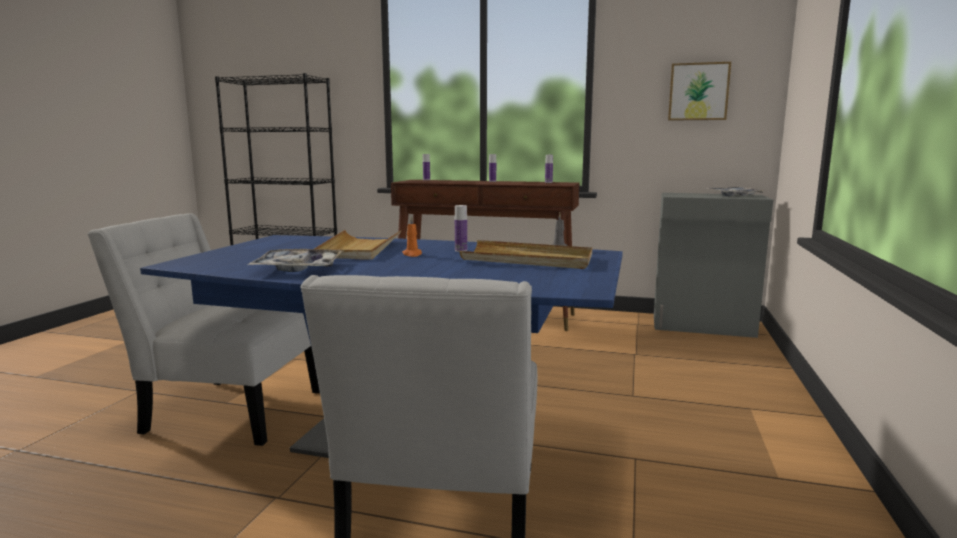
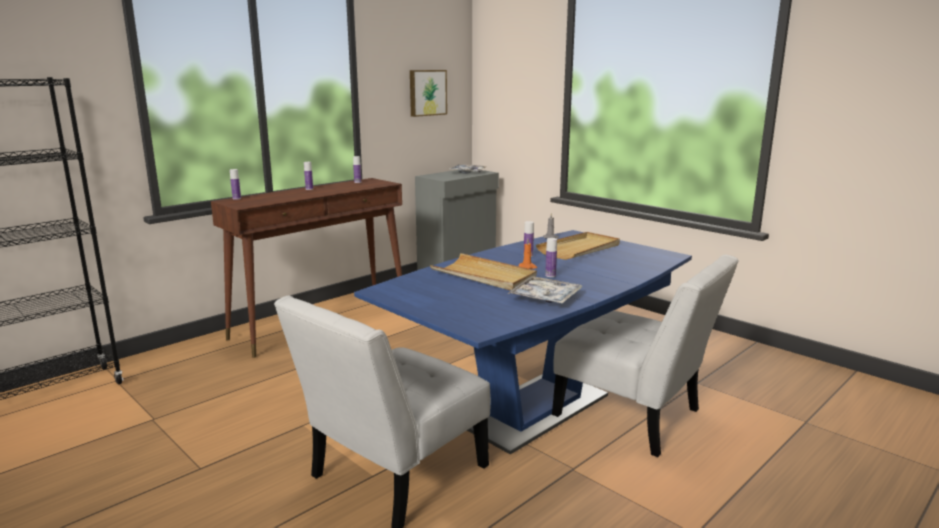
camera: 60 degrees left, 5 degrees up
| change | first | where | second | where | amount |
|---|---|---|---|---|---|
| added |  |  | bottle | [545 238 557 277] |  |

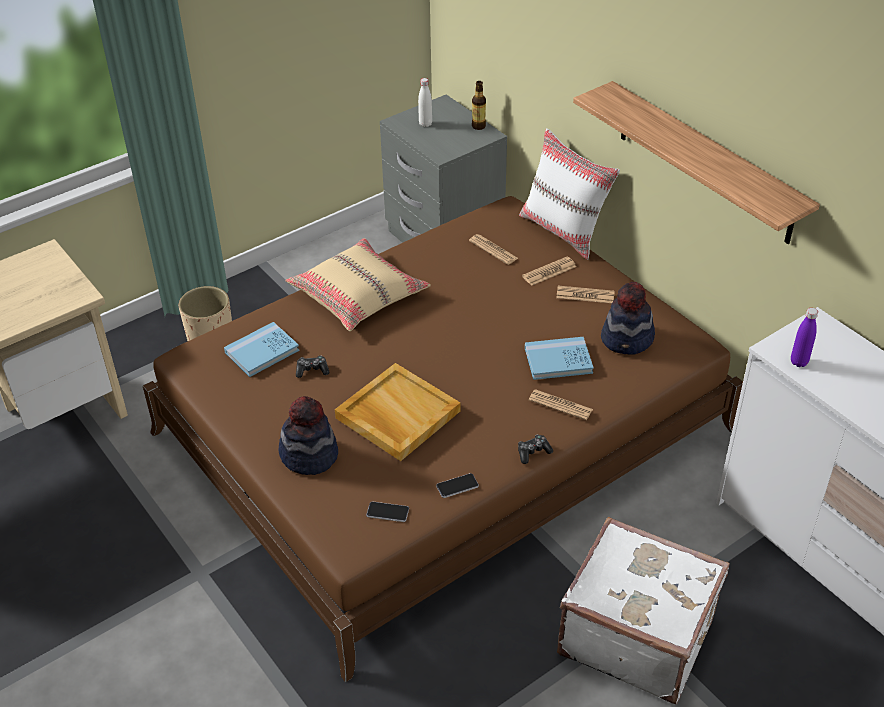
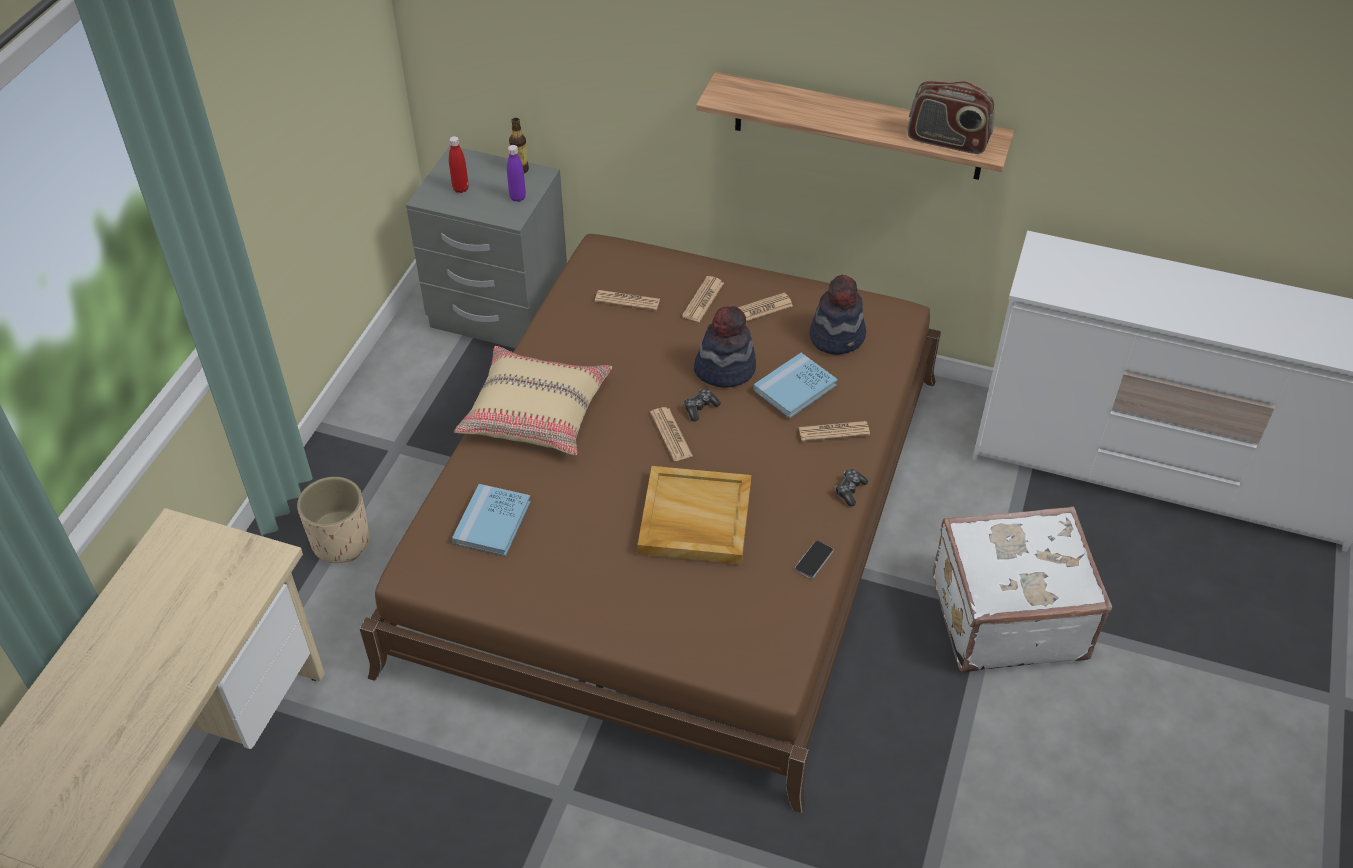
camera: 35 degrees left, 5 degrees up
| change | first | where | second | where | amount |
|---|---|---|---|---|---|
| recoloured | white bottle | [418 78 432 127] | red bottle | [449 136 469 193] |  |
| removed | white pillow | [519 128 620 260] |  |  |  |
| moved | purple bottle | [791 308 818 367] |  | [507 145 526 202] |  |
| moved | game controller | [296 355 330 378] |  | [684 389 721 421] |  |
| moved | hat | [279 396 338 475] |  | [694 306 756 388] |  |
| removed | phone | [366 501 409 522] |  |  |  |
| added |  |  | radio | [907 81 995 154] |  |
| added |  |  | newspaper | [650 407 693 461] |  |

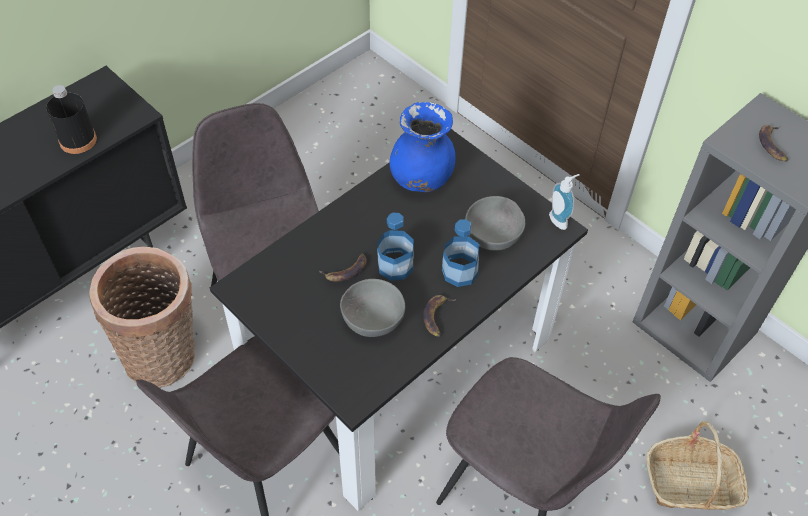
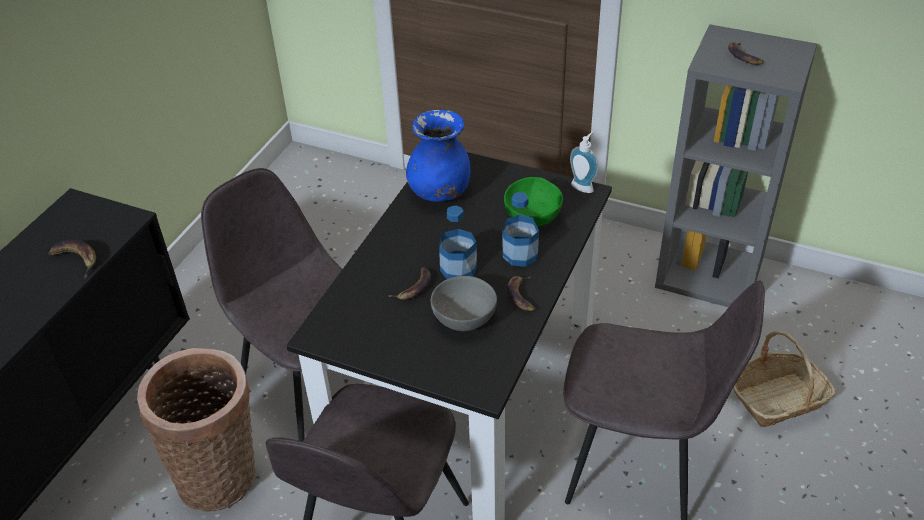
camera: 20 degrees left, 10 degrees down
| change | first | where | second | where | amount |
|---|---|---|---|---|---|
| replaced | black bottle | [46 85 97 154] | banana | [48 240 96 279] |  |
| recoloured | grey bowl | [465 196 525 250] | green bowl | [504 177 563 227] |  |

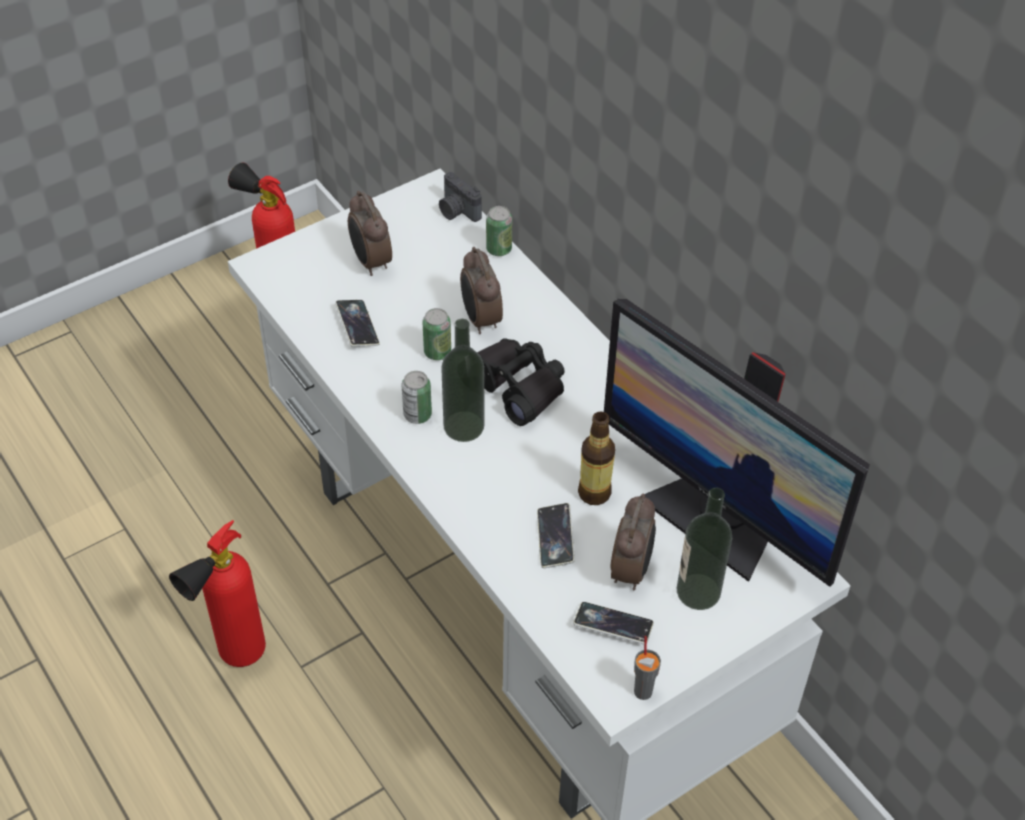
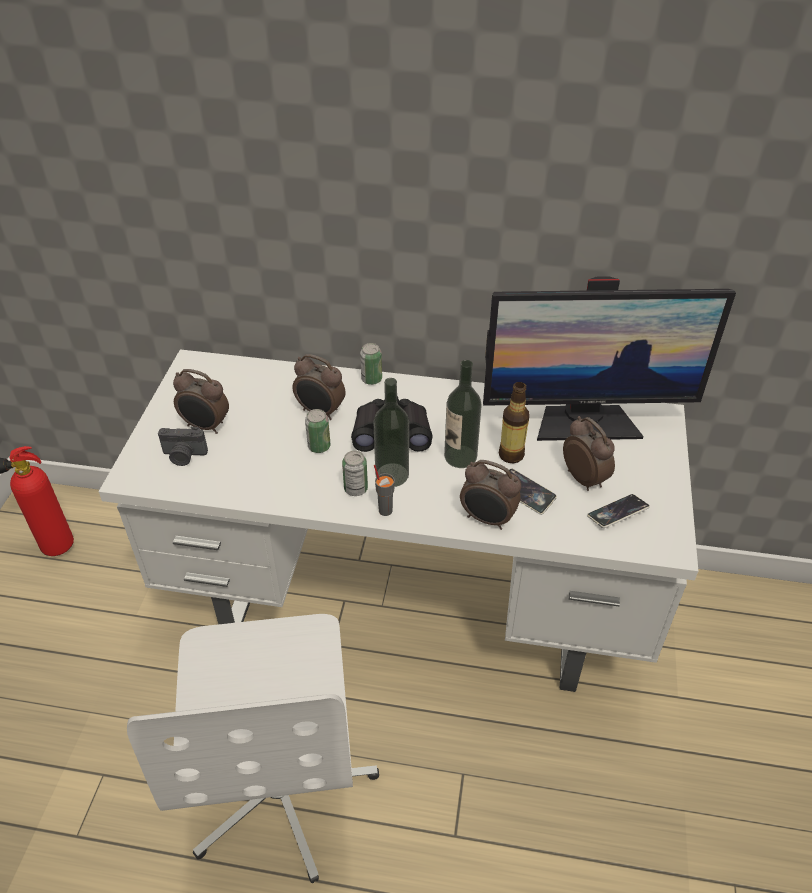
camera: 45 degrees left, 5 degrees down
| change | first | where | second | where | amount |
|---|---|---|---|---|---|
| moved | photo camera | [439 172 482 222] |  | [158 426 208 466] |  |
| moved | can | [486 206 512 256] |  | [360 343 382 385] |  |
| removed | phone | [335 300 380 347] |  |  |  |
| moved | bottle | [677 487 732 610] |  | [444 360 482 468] |  |
| replaced | fire extinguisher | [169 520 266 667] | white office chair | [127 614 379 883] |  |
| moved | grey cup | [634 636 661 700] |  | [374 465 395 516] |  |
| added |  |  | alarm clock | [460 460 521 530] |  |

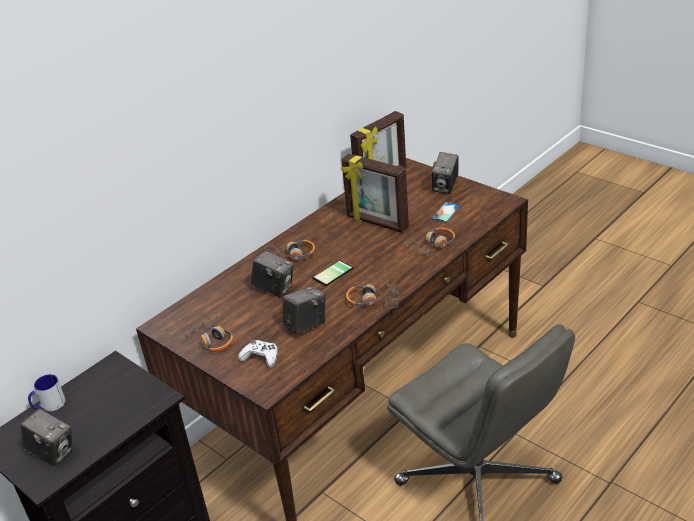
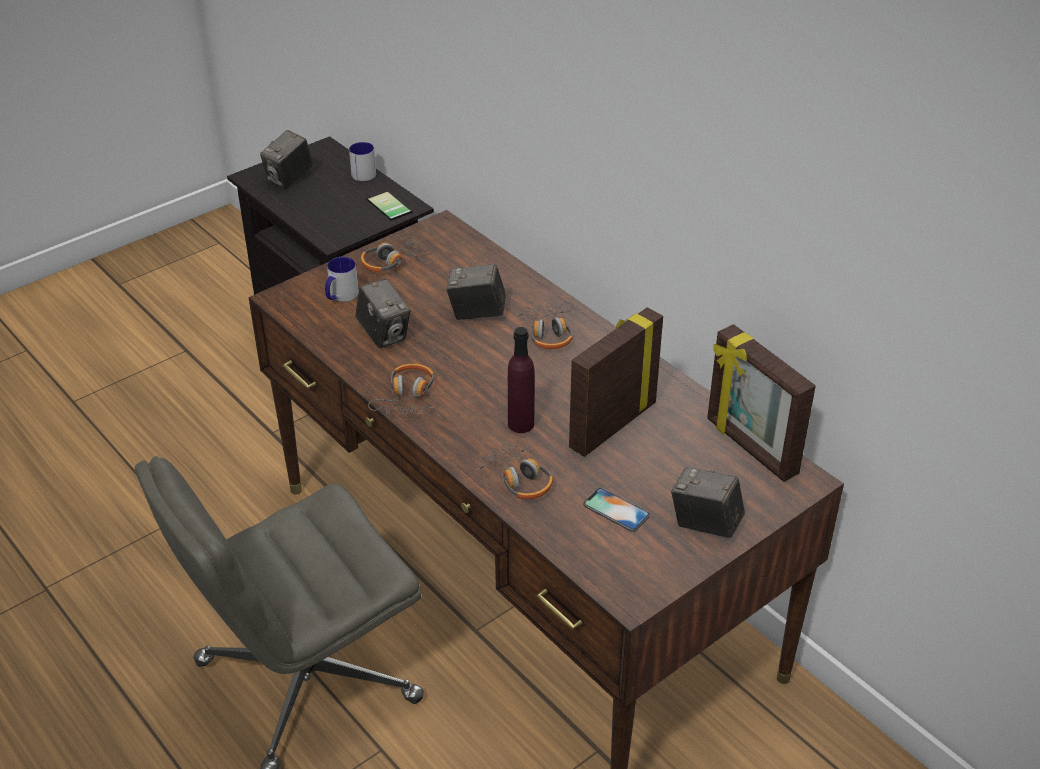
camera: 95 degrees right, 5 degrees up
| change | first | where | second | where | amount |
|---|---|---|---|---|---|
| turned | photo camera | [251 250 294 297] |  | [446 264 506 320] | 60 degrees clockwise |
| moved | phone | [312 260 353 286] |  | [366 191 412 221] |  |
| replaced | white game controller | [238 340 278 368] | mug | [325 257 359 302] |  |
| added |  |  | purple bottle | [508 327 535 433] |  |

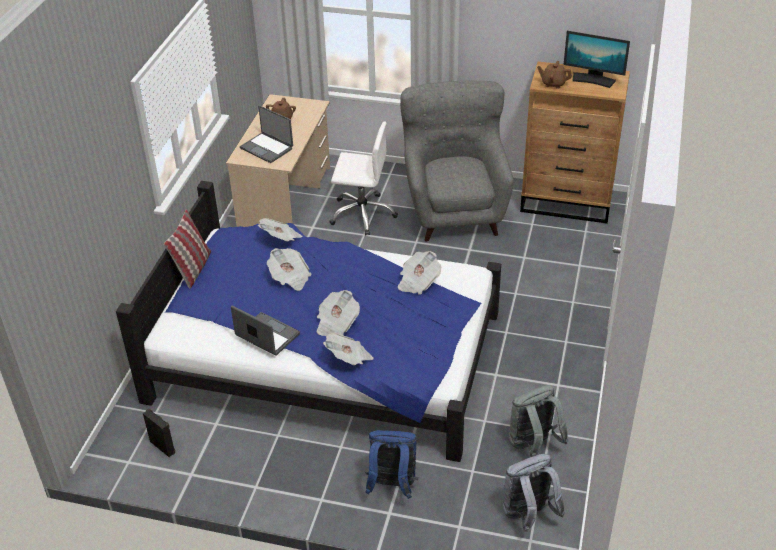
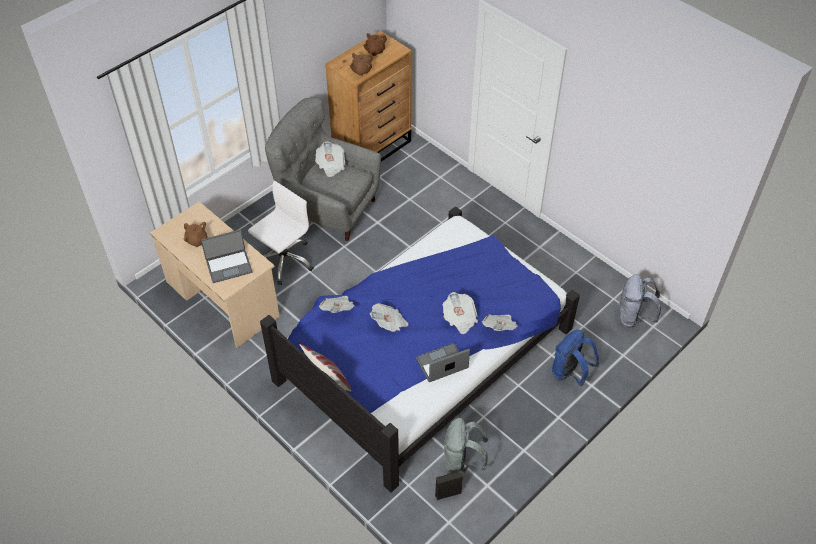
camera: 60 degrees left, 10 degrees up
| change | first | where | second | where | amount |
|---|---|---|---|---|---|
| replaced | monitor | [563 31 630 88] | brown teapot | [363 33 387 56] |  |
| moved | newspaper | [398 251 441 294] |  | [315 141 345 177] |  |
| moved | grey backpack | [509 385 569 457] |  | [444 418 488 473] |  |

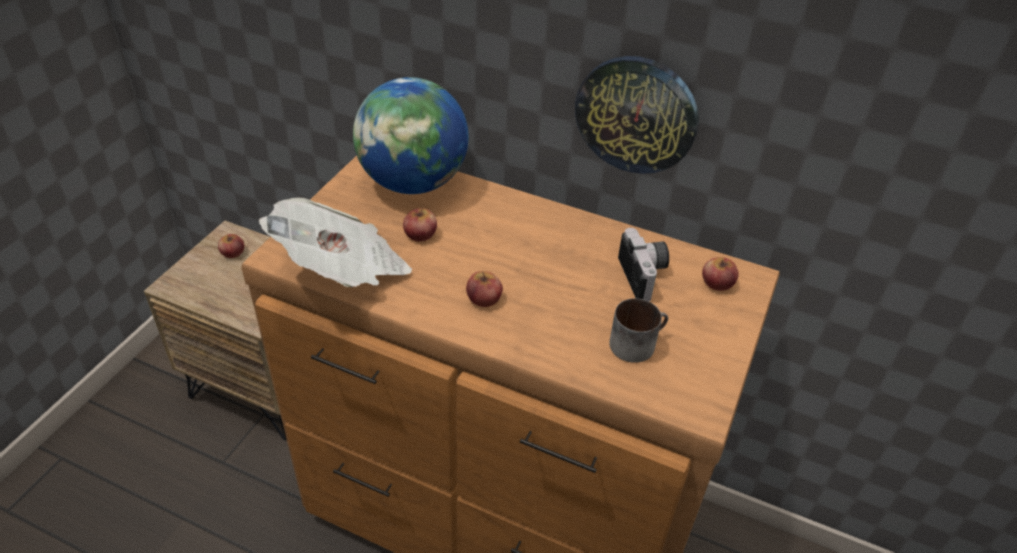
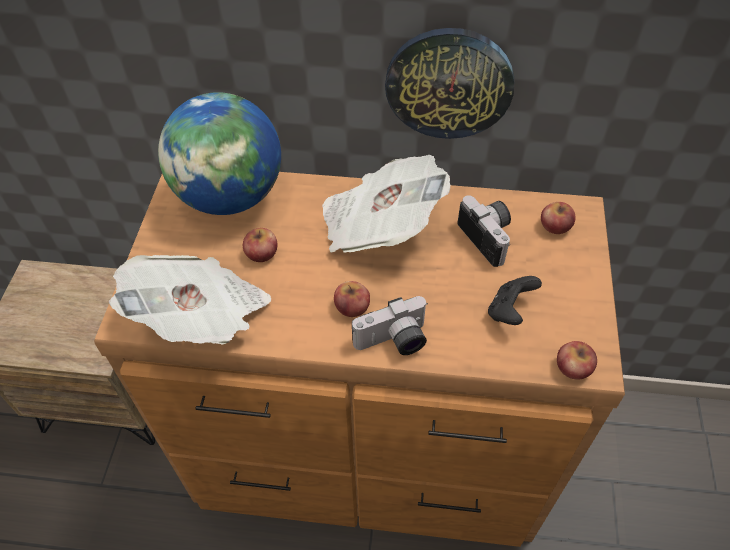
camera: 15 degrees left, 10 degrees up
| change | first | where | second | where | amount |
|---|---|---|---|---|---|
| moved | apple | [218 234 244 258] |  | [557 341 597 380] |  |
| replaced | mug | [609 298 668 363] | black game controller | [488 276 542 325] |  |
| added |  |  | newspaper | [322 155 451 253] |  |
| added |  |  | photo camera | [352 296 428 355] |  |

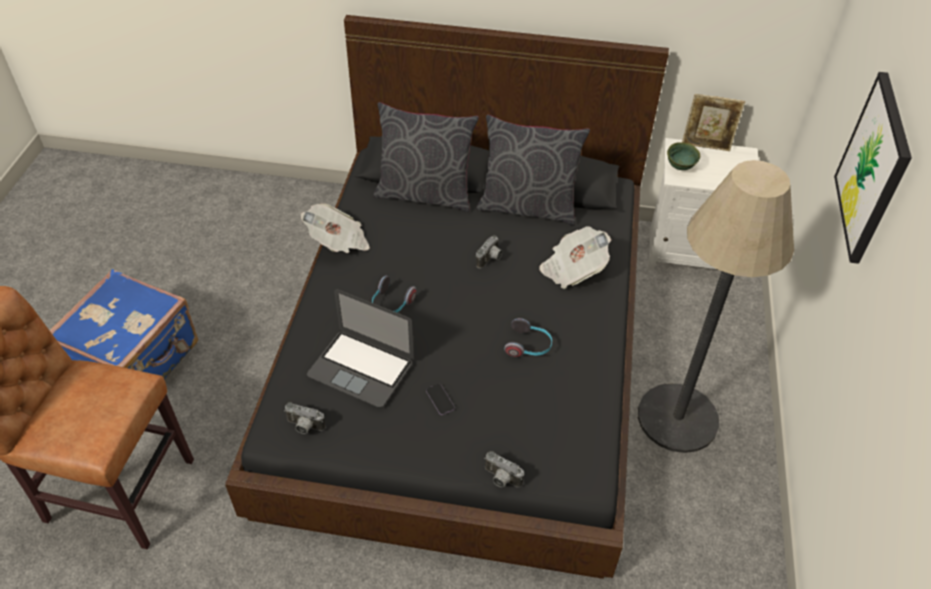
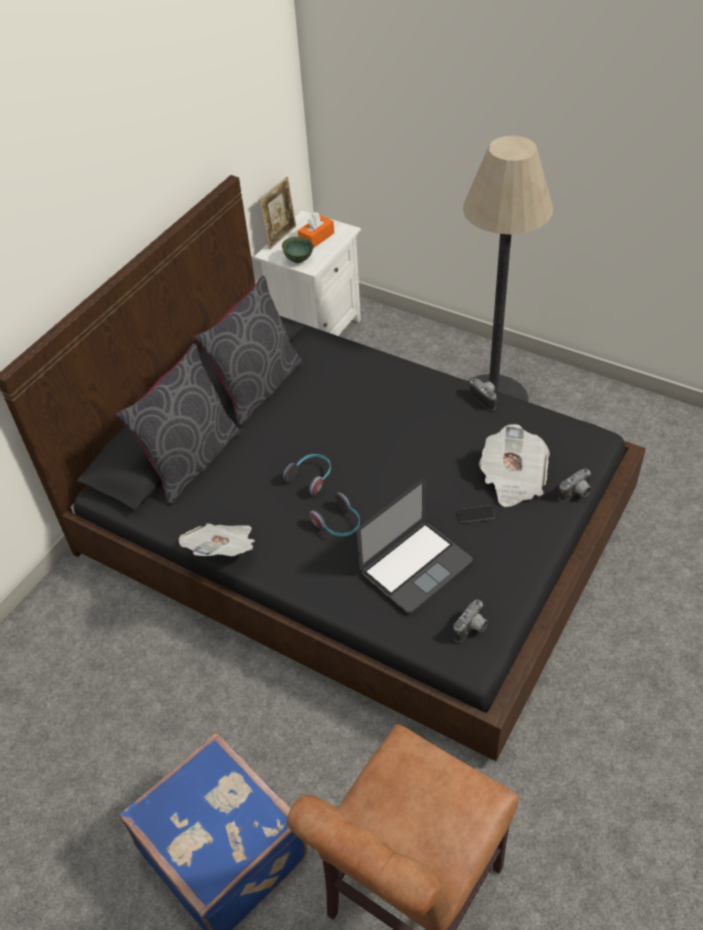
camera: 65 degrees left, 0 degrees up
| change | first | where | second | where | amount |
|---|---|---|---|---|---|
| removed | picture | [834 72 912 264] |  |  |  |
| moved | newspaper | [539 226 611 289] |  | [479 424 550 507] |  |
| moved | photo camera | [476 235 502 268] |  | [469 378 497 410] |  |
| moved | headphones | [504 318 552 357] |  | [283 454 331 495] |  |
| added |  |  | orange tissue box | [298 212 334 248] |  |

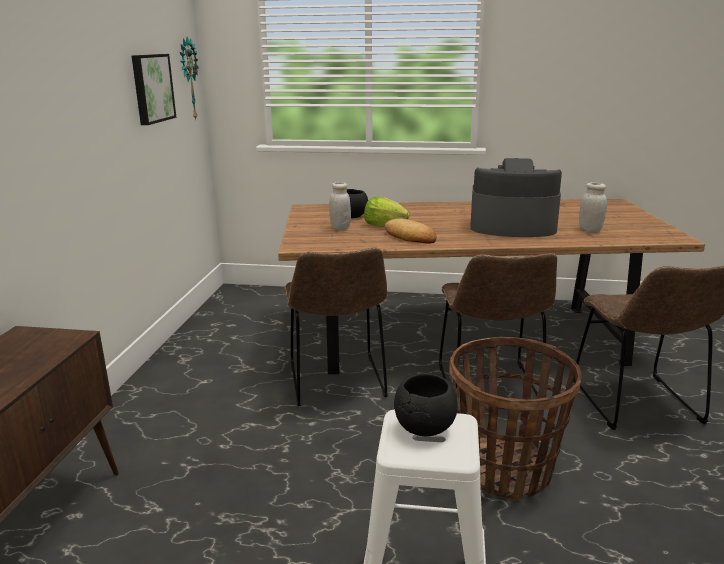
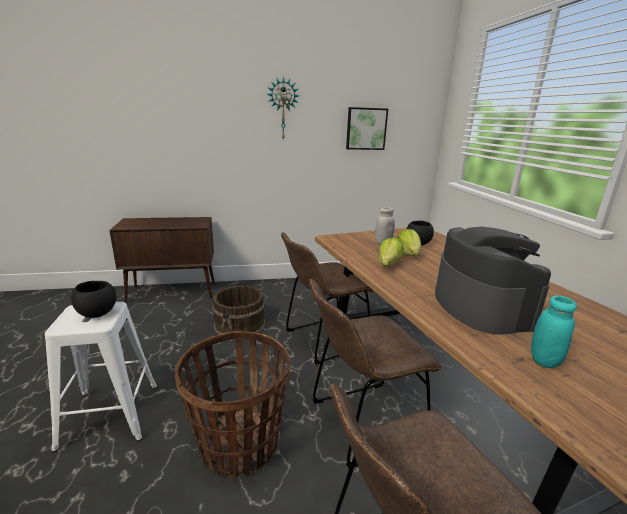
camera: 70 degrees right, 0 degrees up
| change | first | where | second | where | amount |
|---|---|---|---|---|---|
| moved | wall clock | [180 37 199 121] |  | [267 77 299 141] |  |
| recoloured | white jar | [579 182 607 232] | turquoise jar | [531 296 577 368] |  |
| replaced | bread | [385 218 436 244] | lettuce | [378 237 404 267] |  |
| added |  |  | brown bucket | [212 285 265 335] |  |

